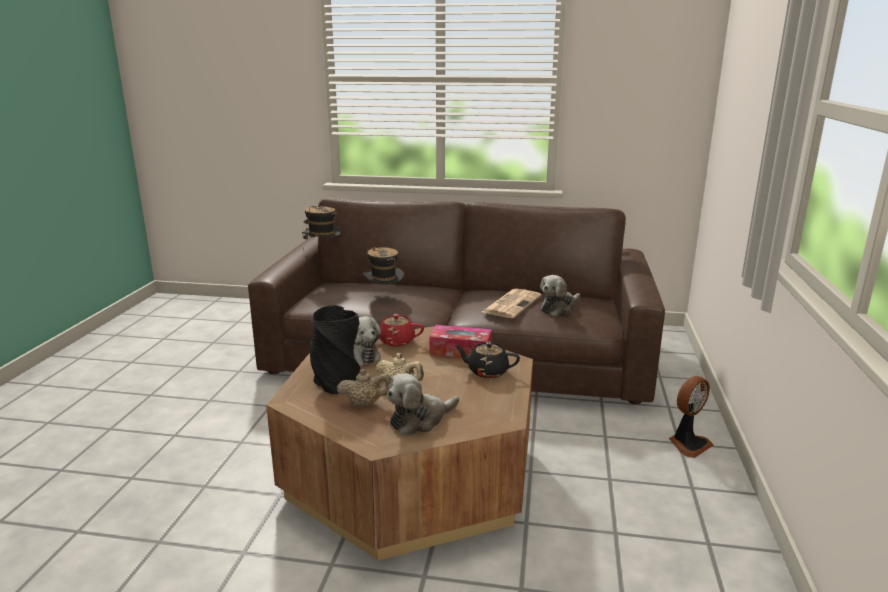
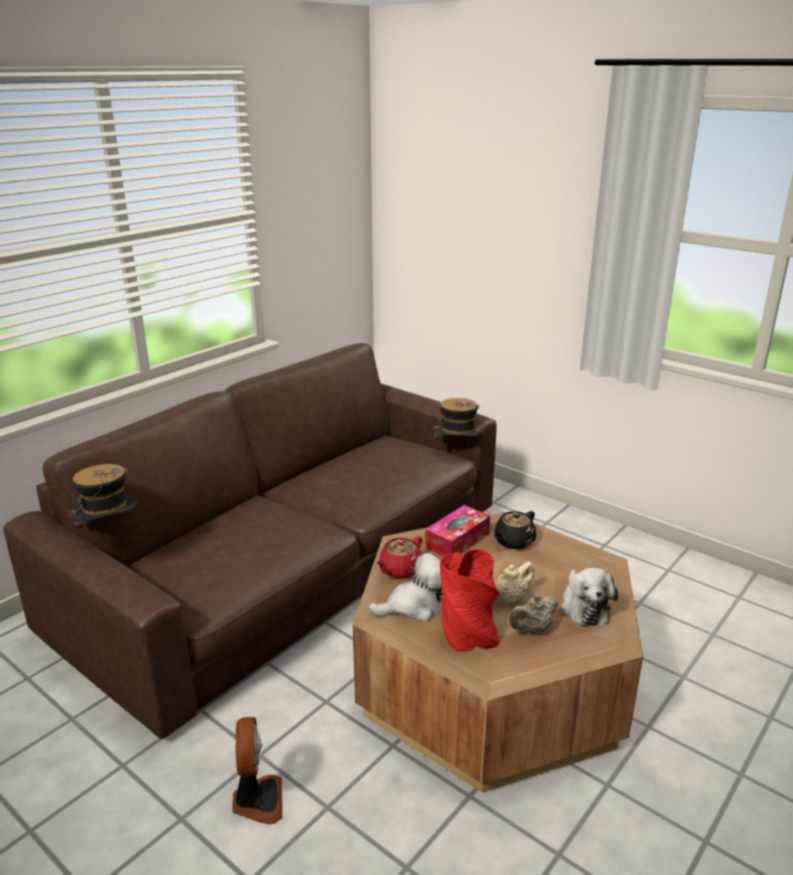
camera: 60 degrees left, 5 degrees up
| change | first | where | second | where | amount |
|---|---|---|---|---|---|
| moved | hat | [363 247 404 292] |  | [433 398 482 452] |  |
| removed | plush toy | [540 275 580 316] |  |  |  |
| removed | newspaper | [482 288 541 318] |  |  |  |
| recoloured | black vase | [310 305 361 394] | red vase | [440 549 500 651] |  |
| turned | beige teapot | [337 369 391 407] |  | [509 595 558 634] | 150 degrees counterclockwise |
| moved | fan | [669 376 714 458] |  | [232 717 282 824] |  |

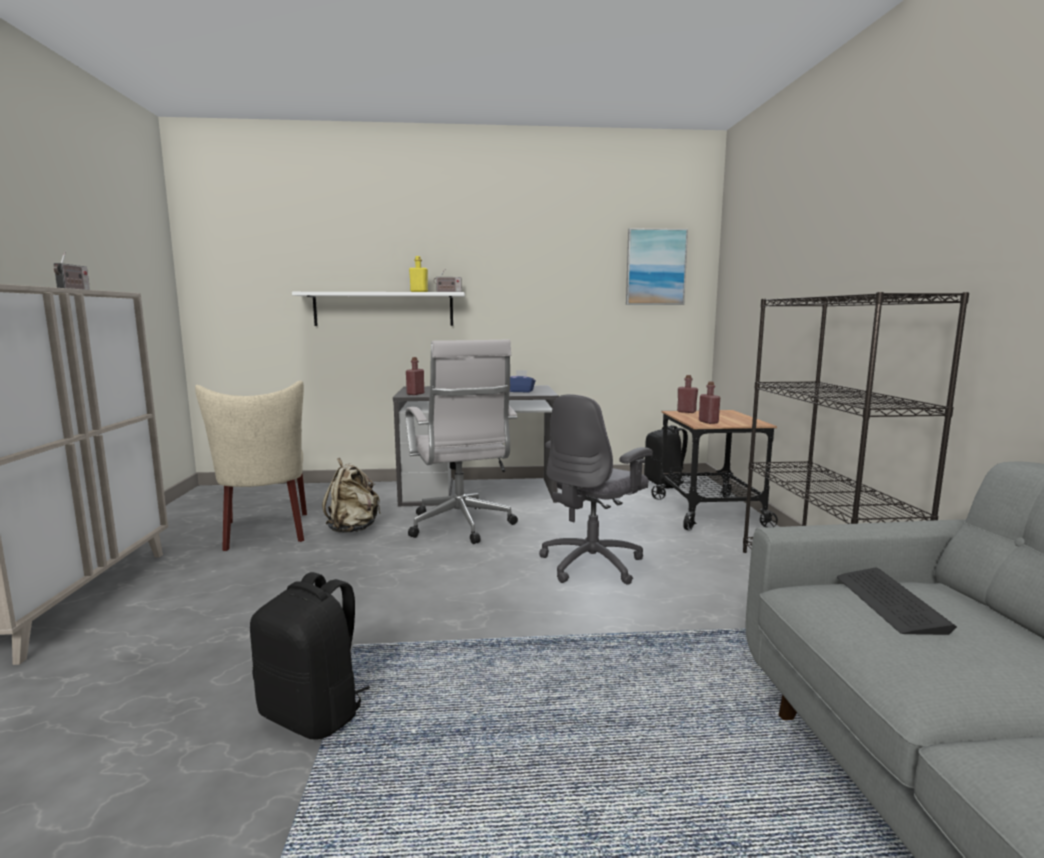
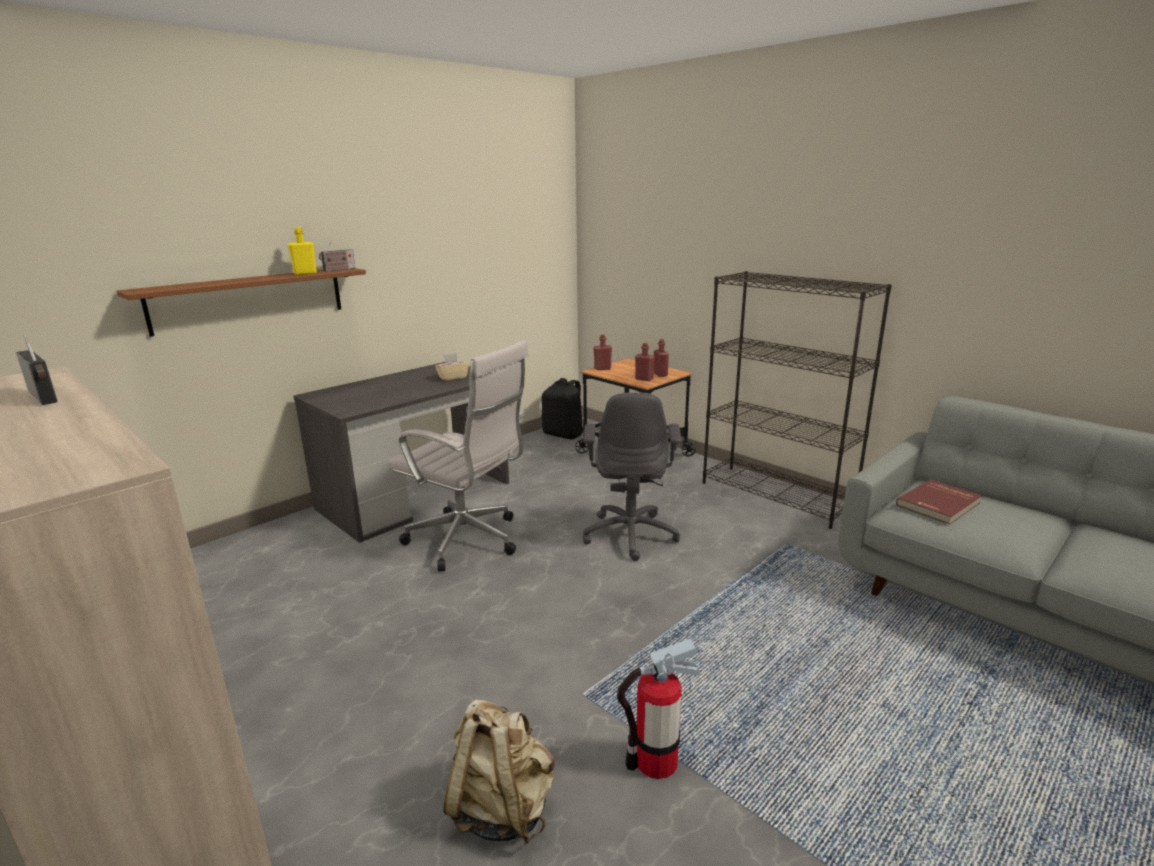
camera: 40 degrees left, 10 degrees up
| change | first | where | second | where | amount |
|---|---|---|---|---|---|
| removed | picture | [626 228 688 305] |  |  |  |
| recoloured | white shelf | [292 292 465 326] | brown shelf | [117 268 366 337] |  |
| moved | red bottle | [406 357 424 395] |  | [654 339 669 377] |  |
| recoloured | blue tissue box | [510 370 536 393] | beige tissue box | [435 353 469 381] |  |
| removed | beige chair | [195 381 307 551] |  |  |  |
| moved | beige backpack | [322 458 381 533] |  | [443 699 554 844] |  |
| replaced | keyboard | [837 568 957 635] | red book | [896 479 982 524] |  |
| replaced | black backpack | [250 572 370 740] | fire extinguisher | [617 638 700 779] |  |

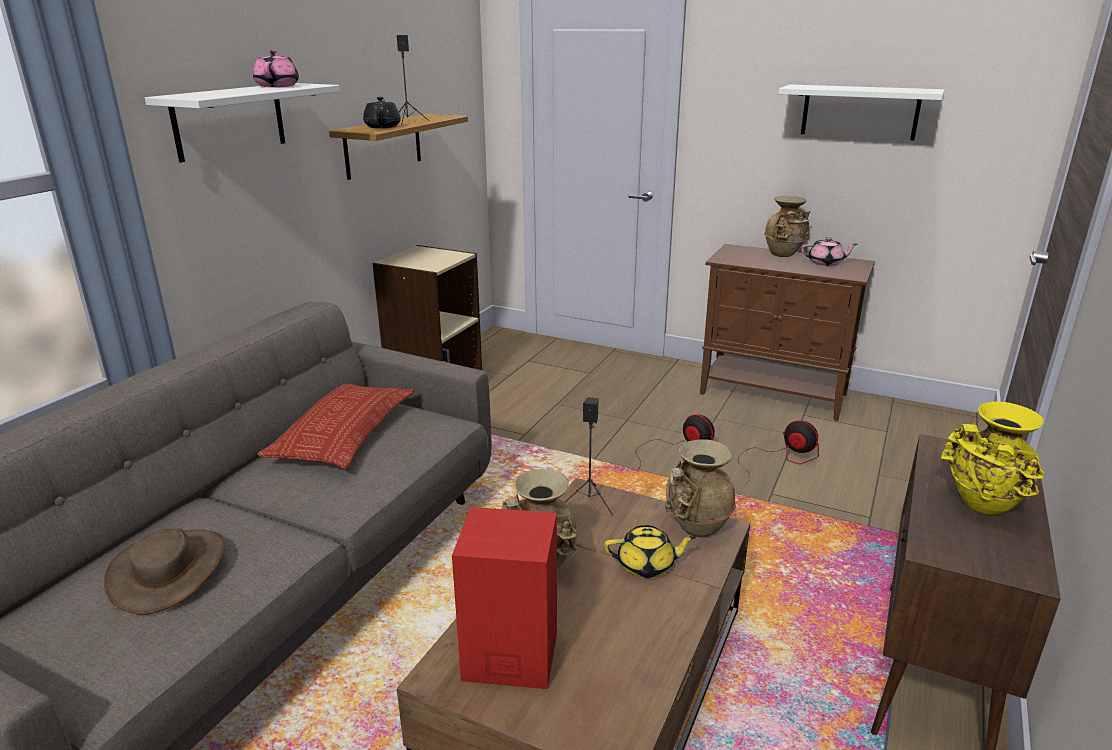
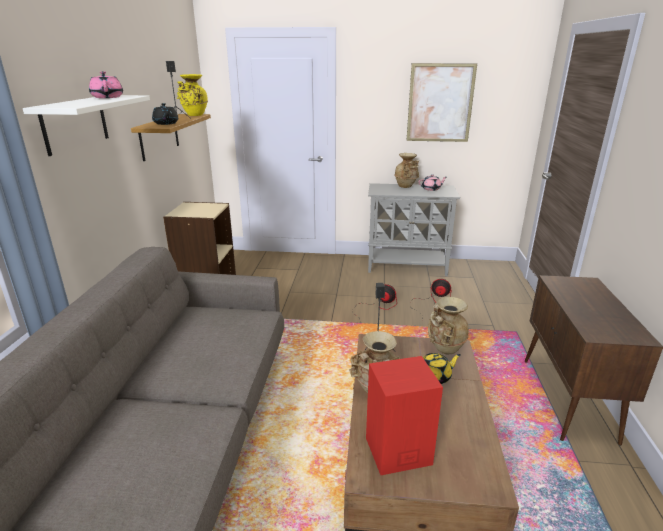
camera: 20 degrees left, 0 degrees up
| change | first | where | second | where | amount |
|---|---|---|---|---|---|
| replaced | white shelf | [778 84 944 140] | picture | [406 63 477 142] |  |
| recoloured | brown cabinet | [700 244 875 421] | grey cabinet | [368 183 460 276] |  |
| removed | pillow | [257 384 414 469] |  |  |  |
| moved | yellow vase | [941 402 1044 515] |  | [176 74 208 116] |  |
| removed | brown hat | [104 528 225 615] |  |  |  |

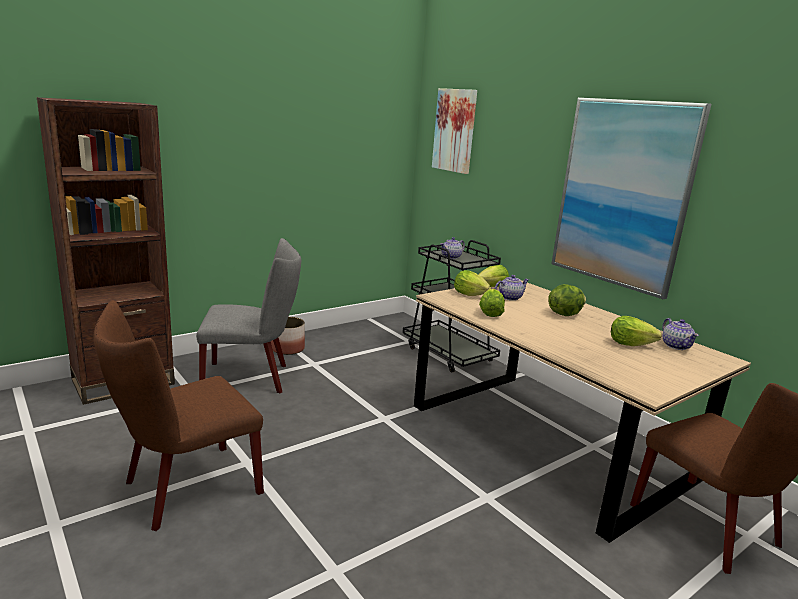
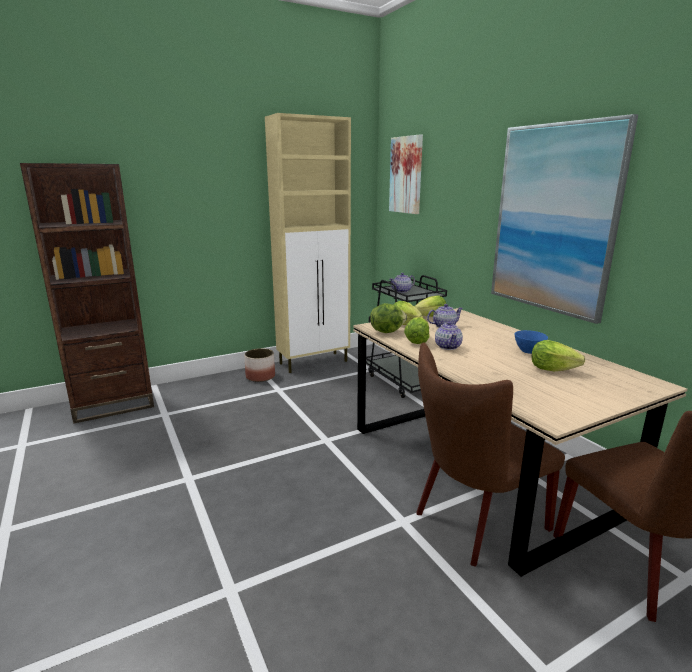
camera: 10 degrees right, 0 degrees up
| change | first | where | second | where | amount |
|---|---|---|---|---|---|
| removed | grey chair | [196 238 301 393] |  |  |  |
| moved | lettuce | [548 284 586 316] |  | [370 303 407 333] |  |
| moved | brown chair | [93 300 264 531] |  | [417 342 565 567] |  |
| moved | teapot | [662 318 699 350] |  | [435 322 463 350] |  |
| added |  |  | beige cabinet | [265 113 351 373] |  |
| added |  |  | blue bowl | [514 330 548 354] |  |

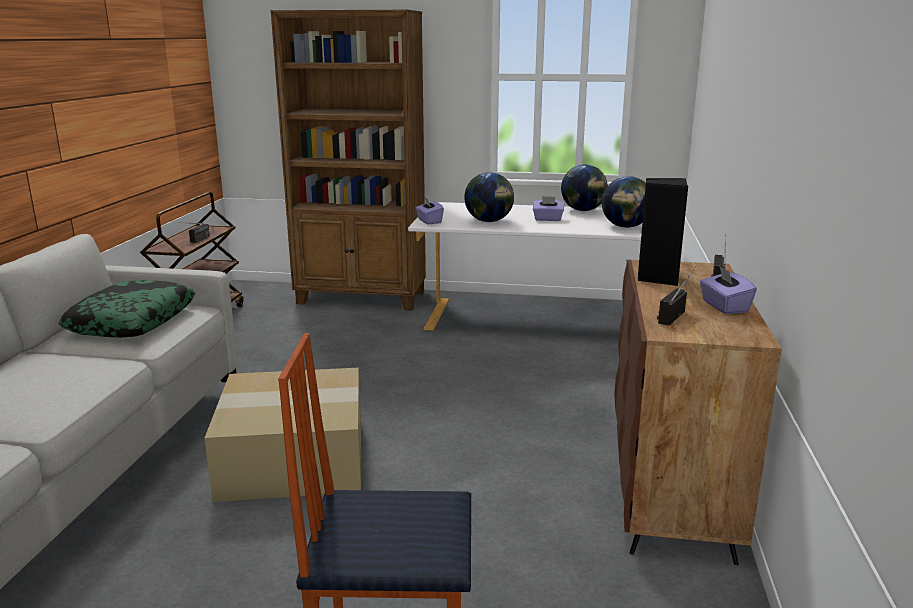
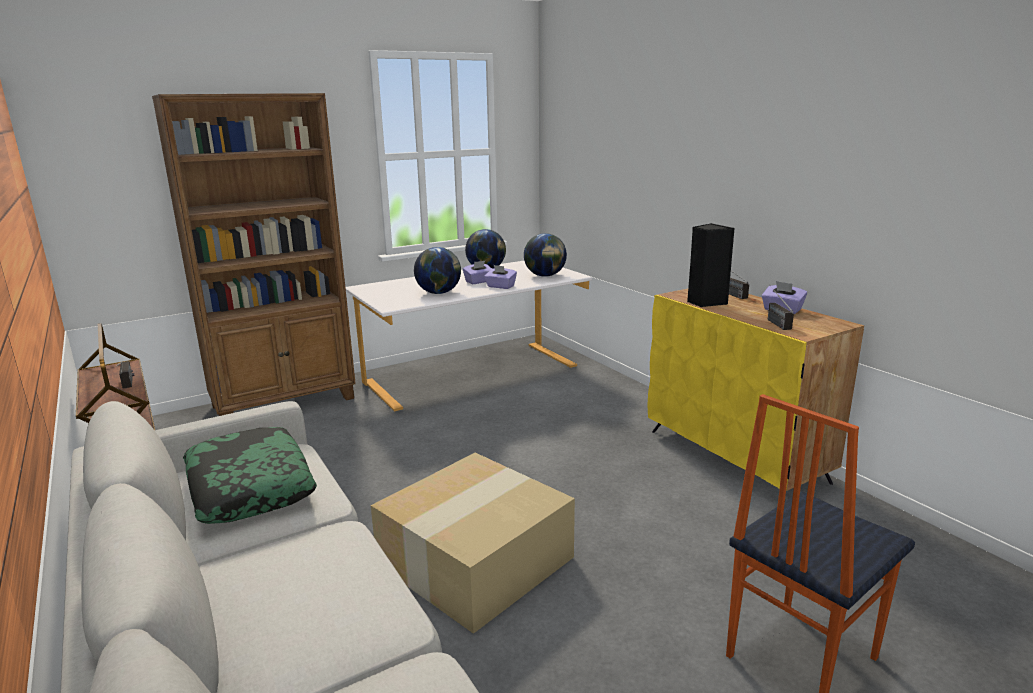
camera: 40 degrees left, 0 degrees up
| change | first | where | second | where | amount |
|---|---|---|---|---|---|
| moved | purple tissue box | [415 198 444 224] |  | [484 265 517 289] |  |
| recoloured | brown cabinet | [614 260 782 565] | yellow cabinet | [648 289 864 491] |  |

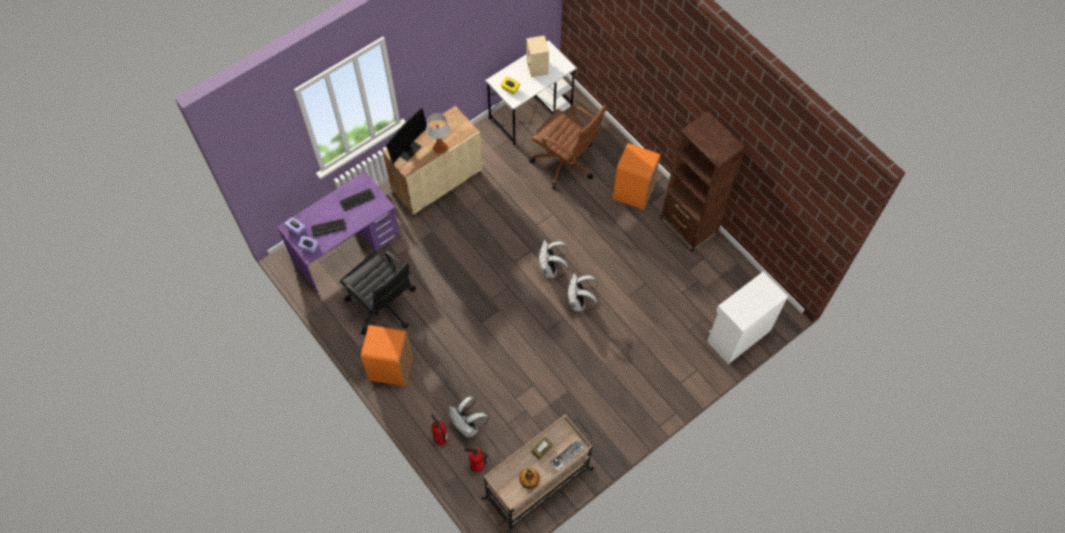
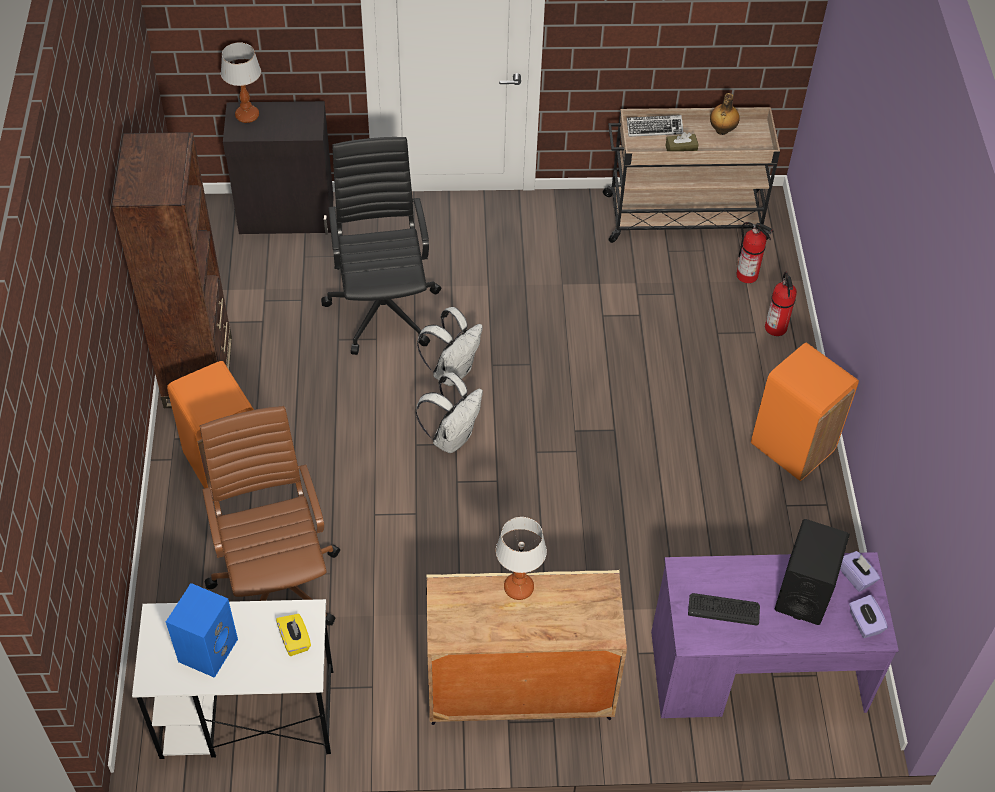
camera: 145 degrees left, 10 degrees down
| change | first | where | second | where | amount |
|---|---|---|---|---|---|
| recoloured | beige speaker | [527 35 549 77] | blue speaker | [166 583 238 678] |  |
| removed | monitor | [386 108 427 164] |  |  |  |
| replaced | keyboard | [311 219 346 237] | black speaker | [775 519 850 625] |  |
| moved | black office chair | [340 250 416 335] |  | [321 137 441 355] |  |
| recoloured | white cabinet | [707 272 788 364] | black cabinet | [223 101 333 235] |  |
| removed | white backpack | [449 397 489 438] |  |  |  |
| added |  |  | table lamp | [221 43 261 123] |  |

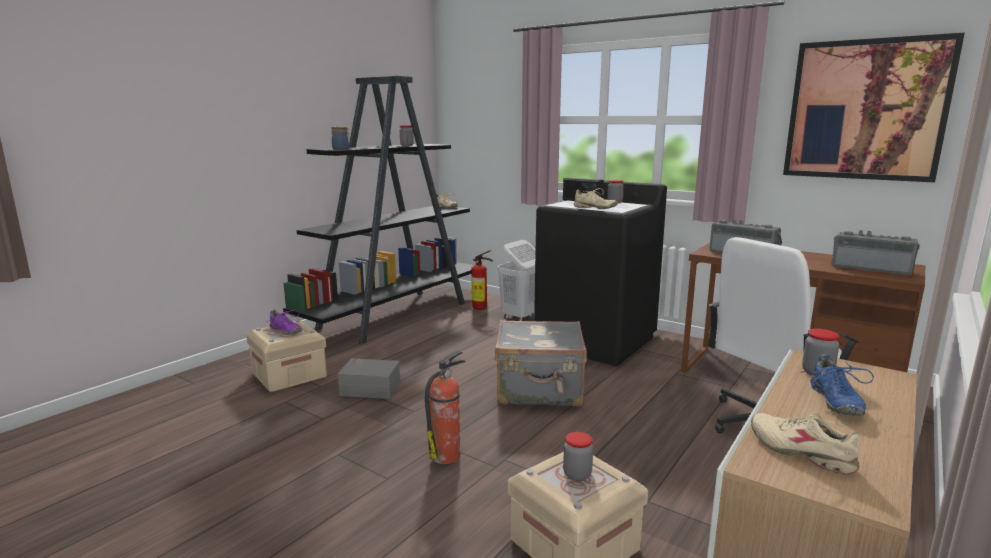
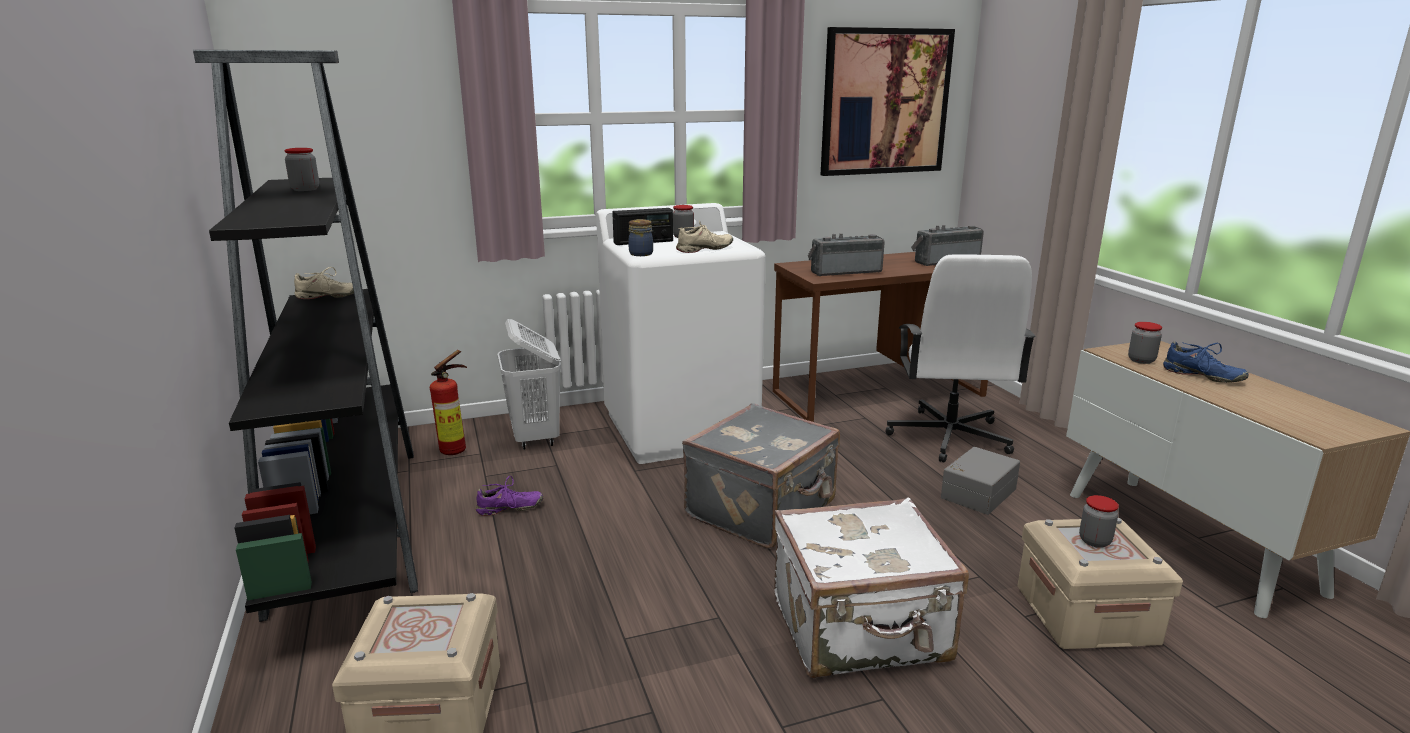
camera: 55 degrees left, 5 degrees up
| change | first | where | second | where | amount |
|---|---|---|---|---|---|
| moved | jar | [331 126 350 150] |  | [628 219 653 256] |  |
| recoloured | black washing machine | [534 180 667 366] | white washing machine | [596 203 766 464] |  |
| moved | purple shoe | [266 310 302 335] |  | [476 476 543 516] |  |
| replaced | fire extinguisher | [425 350 465 464] | white suitcase | [774 497 969 678] |  |
| moved | grey storage box | [338 358 400 399] |  | [941 447 1020 515] |  |
| removed | beige shoe | [751 413 860 475] |  |  |  |

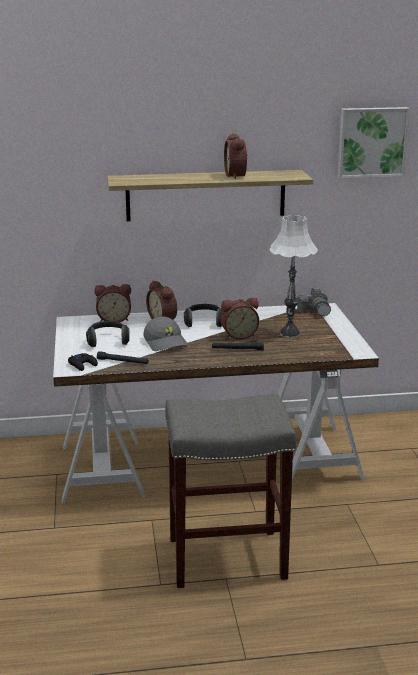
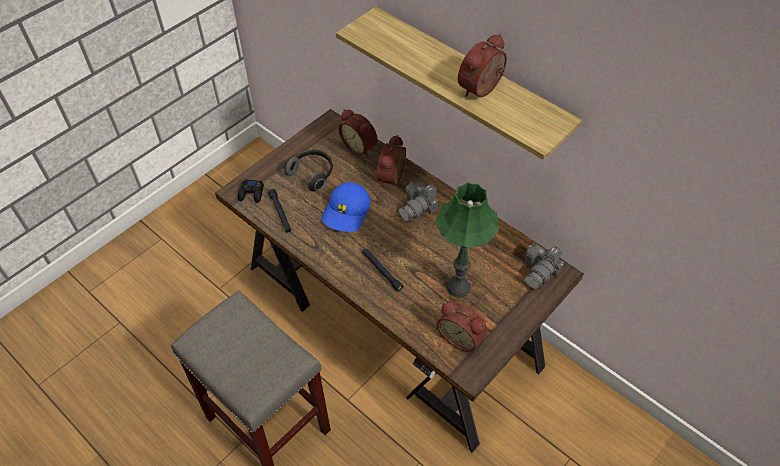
camera: 50 degrees right, 30 degrees up
| change | first | where | second | where | amount |
|---|---|---|---|---|---|
| removed | picture | [337 107 410 178] |  |  |  |
| recoloured | white table lamp | [269 215 318 338] | green table lamp | [436 182 499 297] |  |
| moved | alarm clock | [220 298 259 340] |  | [437 301 488 352] |  |
| recoloured | white desk | [53 303 379 504] | brown desk | [215 109 584 453] |  |
| replaced | headphones | [184 304 222 327] | photo camera | [398 180 438 222] |  |
| recoloured | grey cap | [143 316 188 351] | blue cap | [321 182 370 232] |  |

